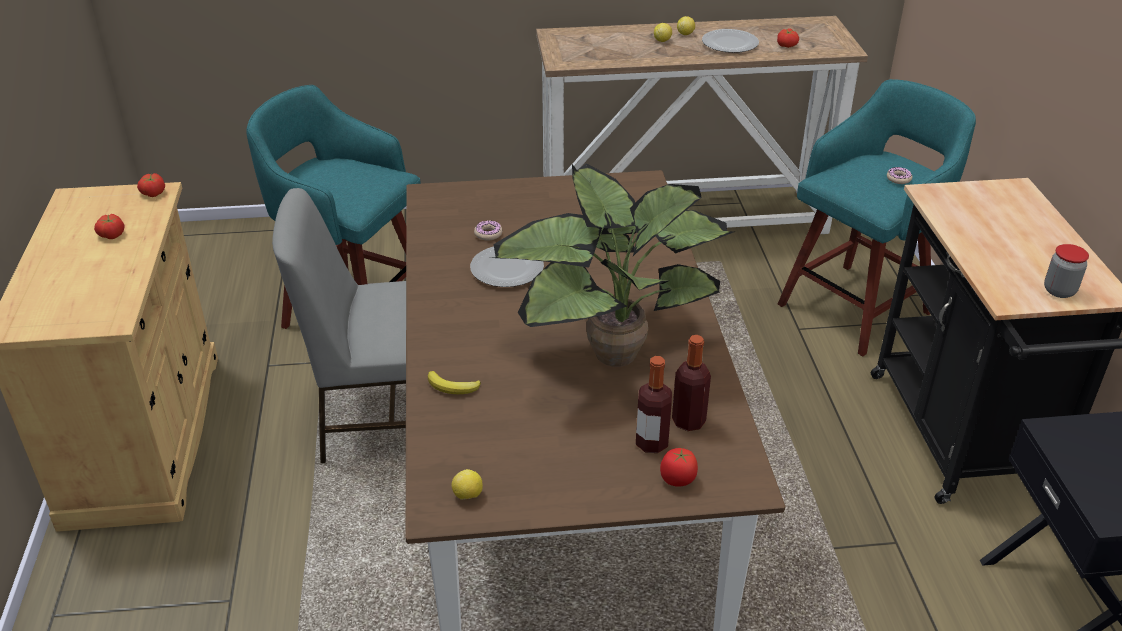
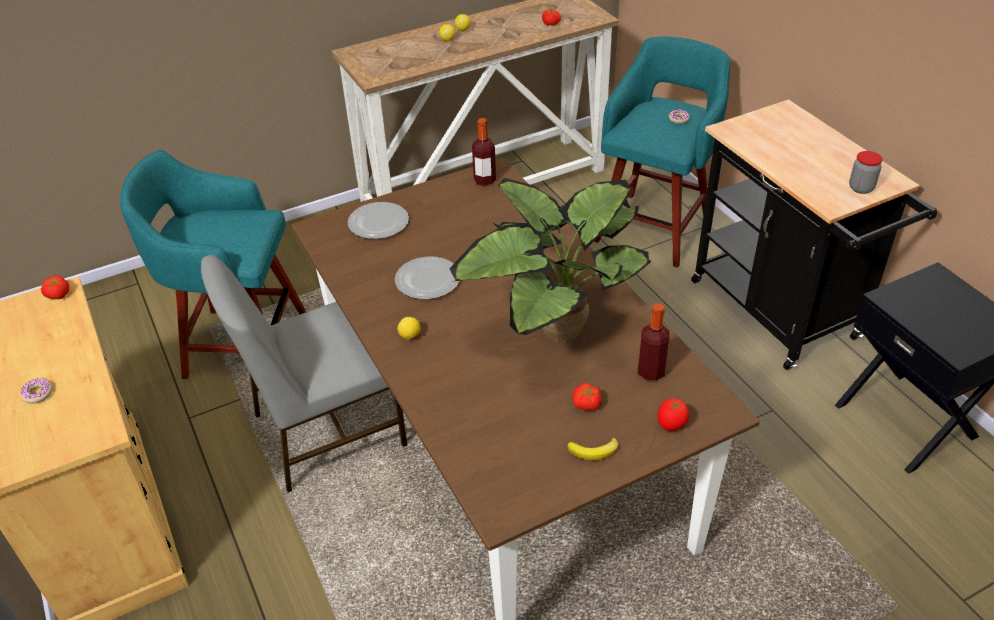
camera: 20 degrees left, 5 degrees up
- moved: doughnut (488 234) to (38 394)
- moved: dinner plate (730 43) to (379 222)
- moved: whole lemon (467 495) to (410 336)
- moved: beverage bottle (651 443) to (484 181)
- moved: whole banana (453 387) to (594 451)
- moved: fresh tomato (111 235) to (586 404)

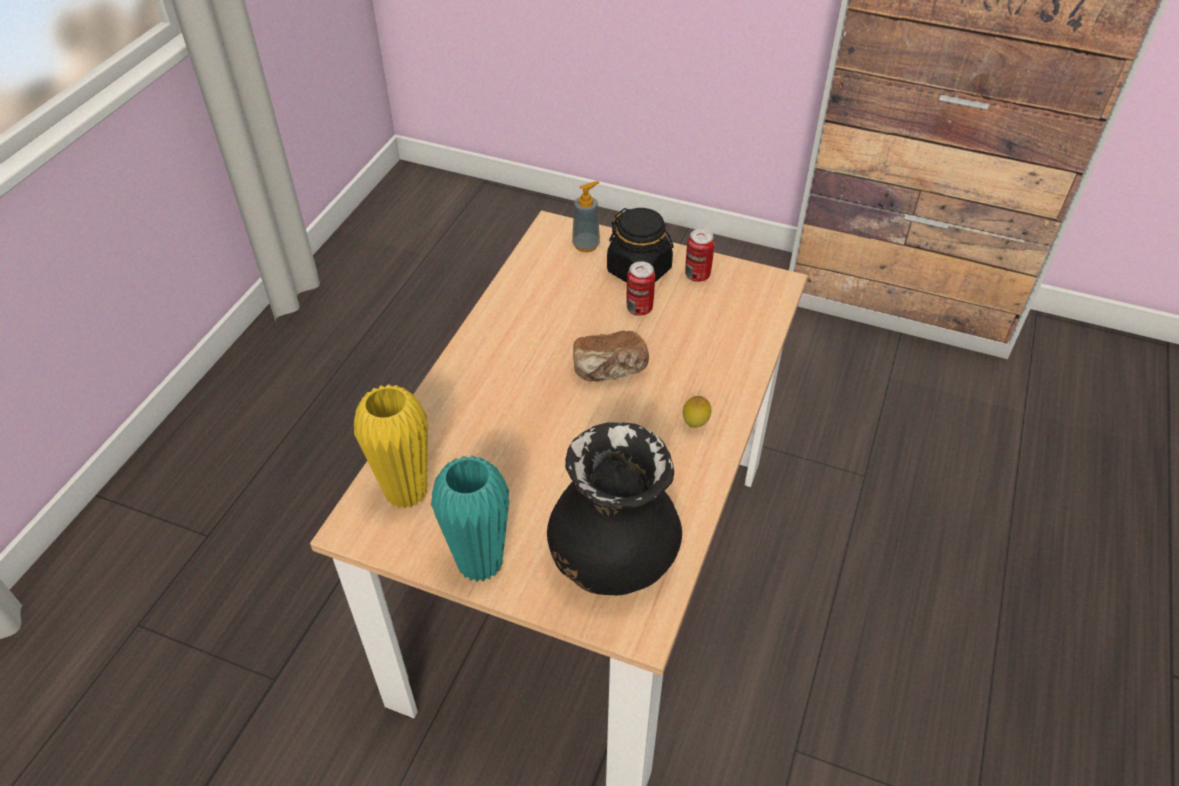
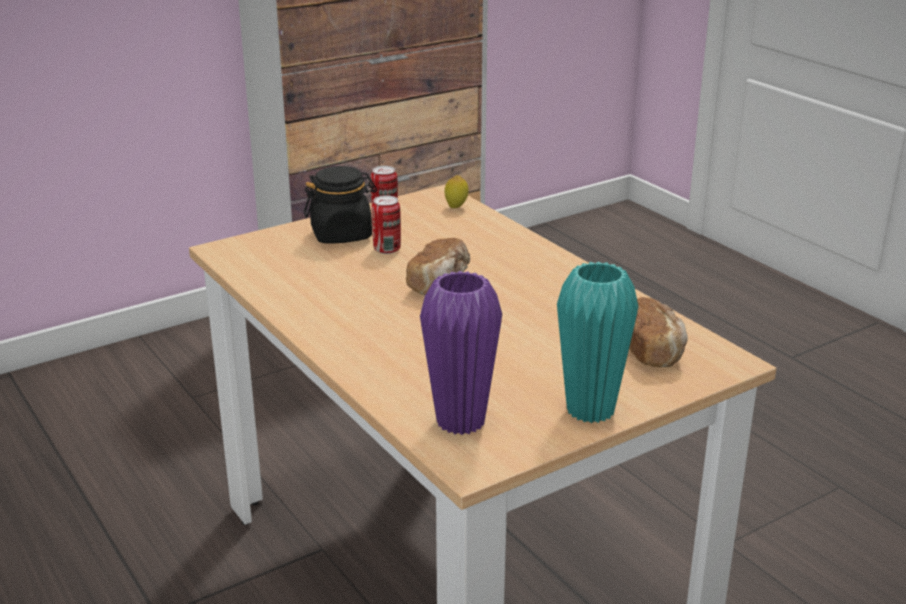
camera: 55 degrees left, 20 degrees down
- recoloured: vase/yellowish (406 492) to vase/purplish (460 421)
- moved: whole lemon (695 425) to (456 207)
- replaced: vase/blackish (613 560) to baked bread (651 351)
- removed: soap dispenser (586 245)

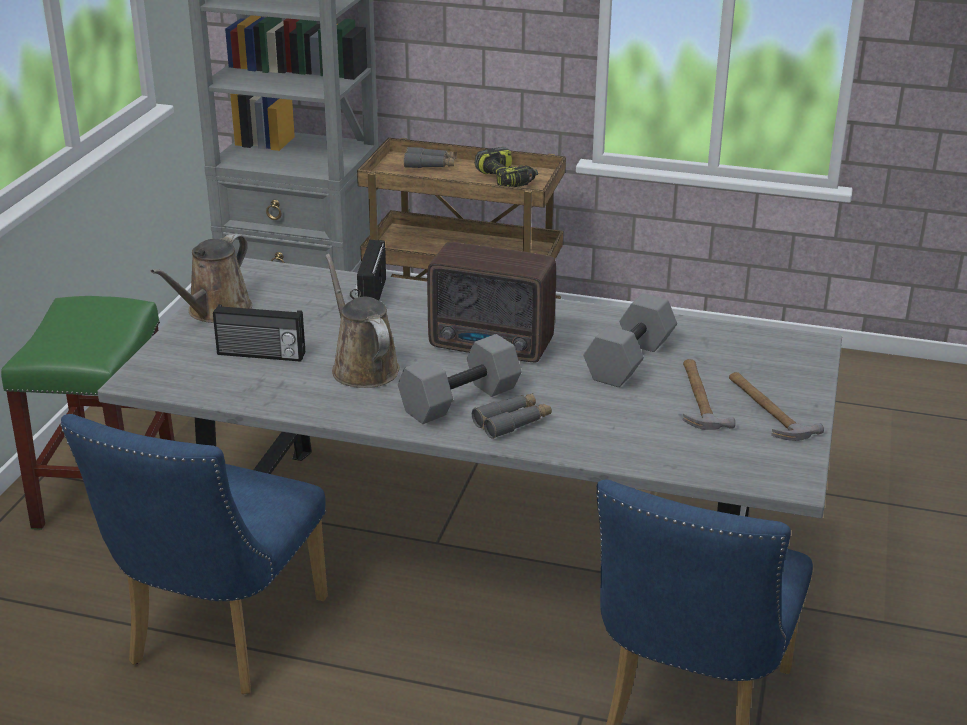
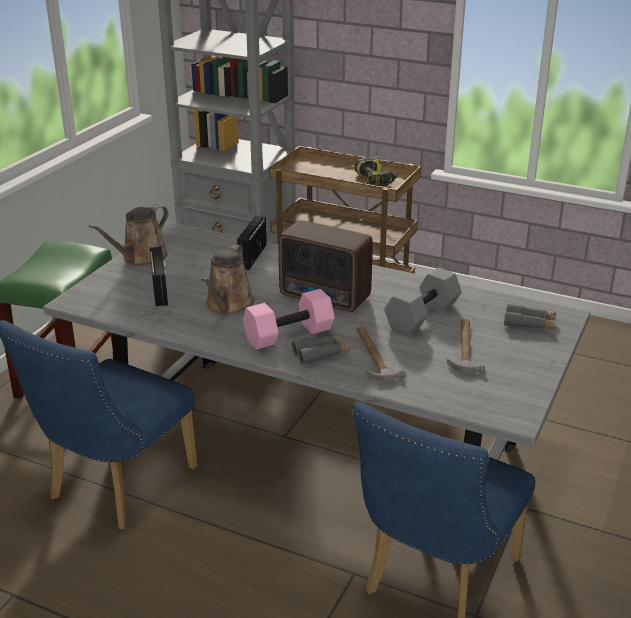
camera: 10 degrees right, 0 degrees up
- turned: radio receiver (261 355) = (161 290) 120 degrees counterclockwise
- turned: watering pot/brownish (362 367) = (228 305) 150 degrees counterclockwise
- recoloured: free weight/greyish (460 399) to free weight/pink (289 333)
- moved: hammer (766 409) to (373 356)
- moved: field glasses/greyish (430 165) to (529 323)

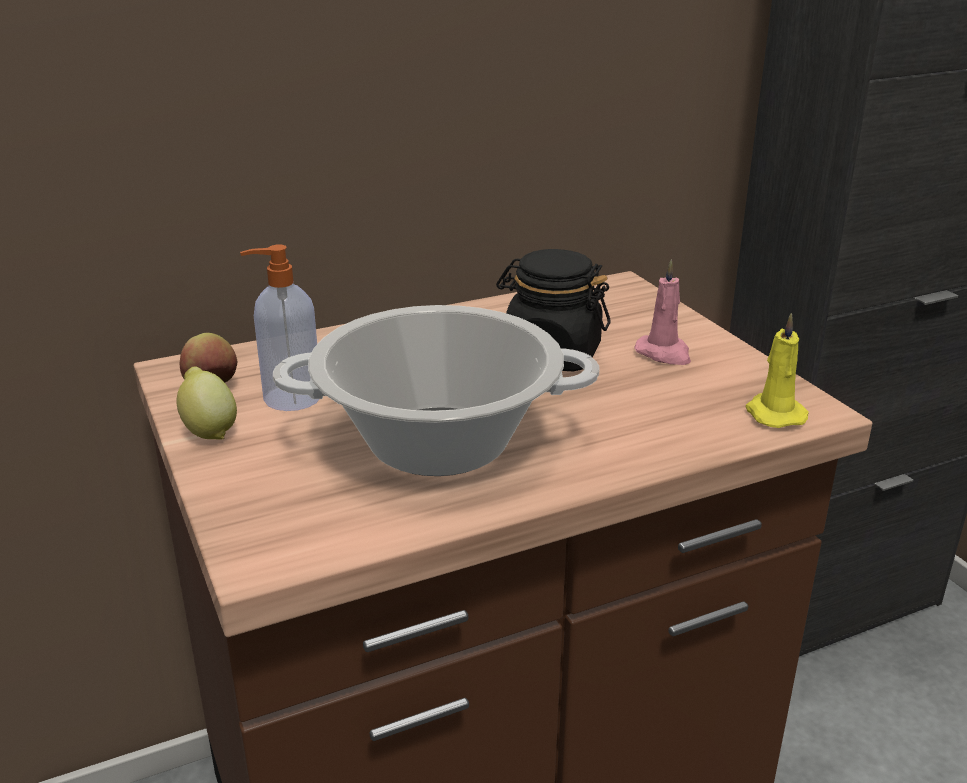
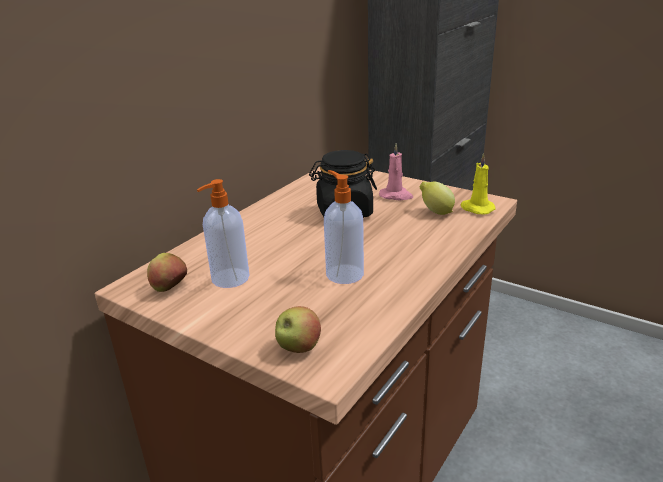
camera: 30 degrees left, 0 degrees up
- added: apple (298 348)
- replaced: cooking pot (439 443) to soap dispenser (344 273)
- moved: whole lemon (209 430) to (435 212)

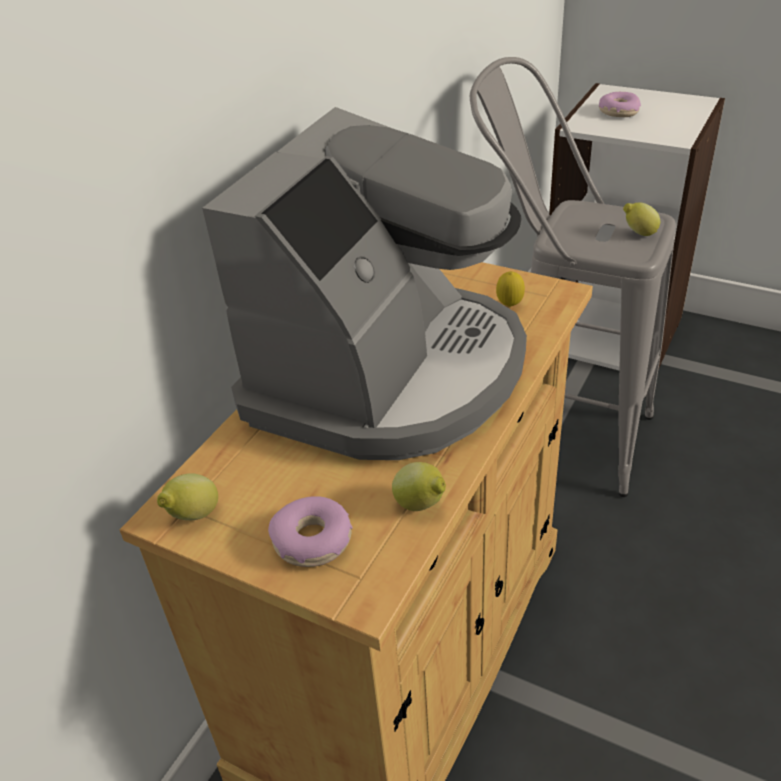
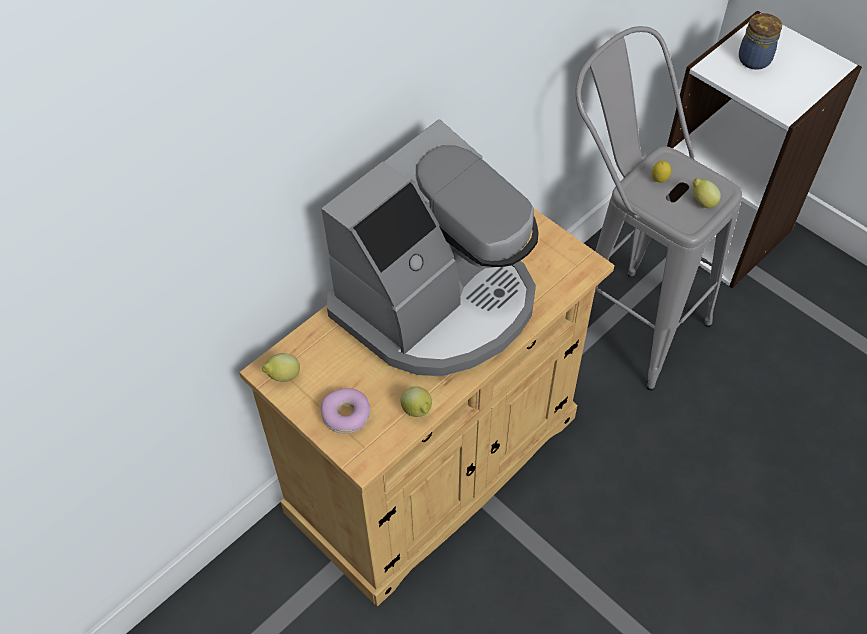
camera: 15 degrees right, 15 degrees up
- moved: whole lemon (509 306) to (659 181)
- replaced: doughnut (618 111) to jar (754 58)

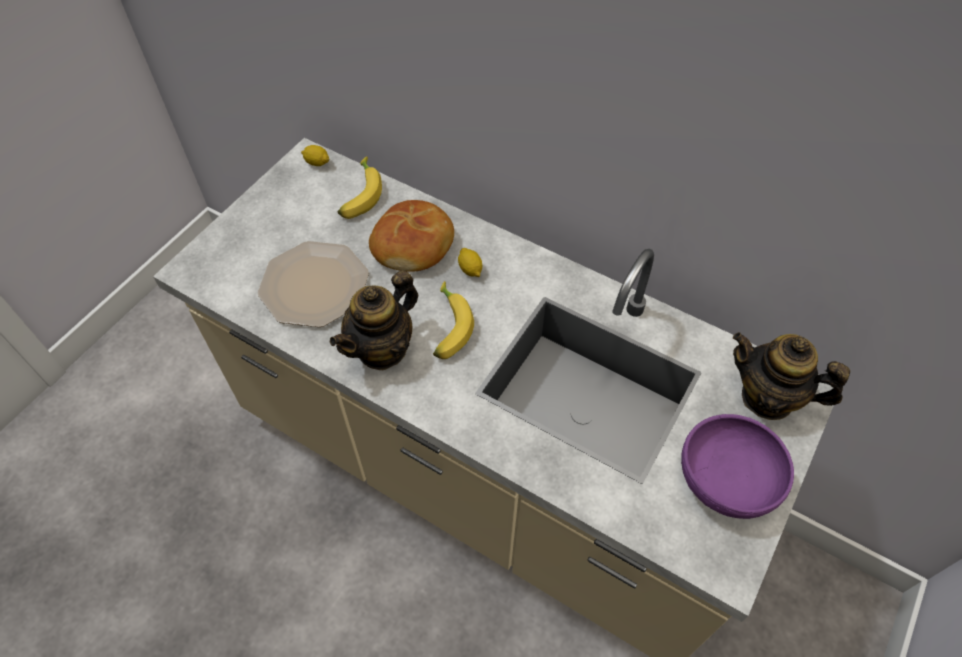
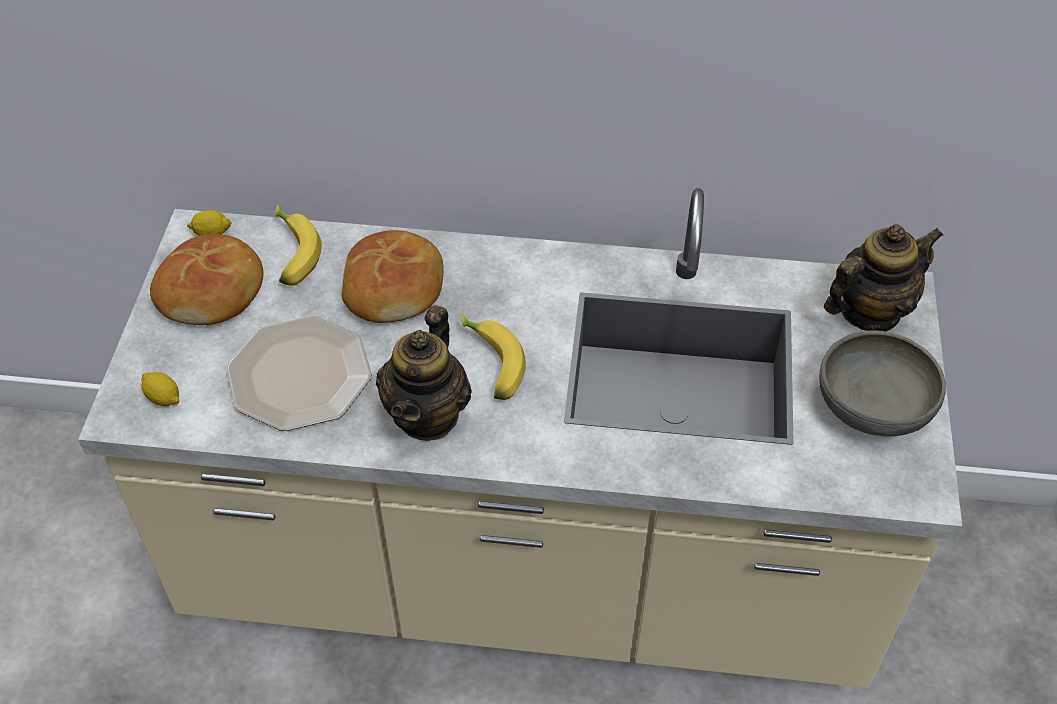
camera: 25 degrees left, 5 degrees down
- moved: whole lemon (470 269) to (163 398)
- added: baked bread (212 292)
- recoloured: serving bowl/purplish (726 479) to serving bowl/greyish (872 406)
- turned: tea pot (768 397) = (869 311) 150 degrees clockwise

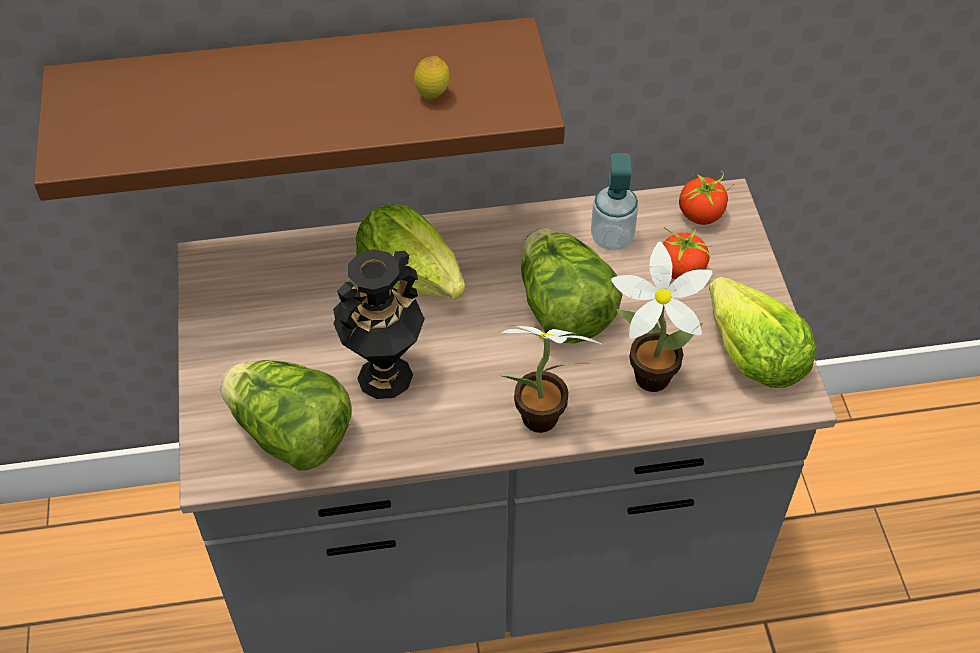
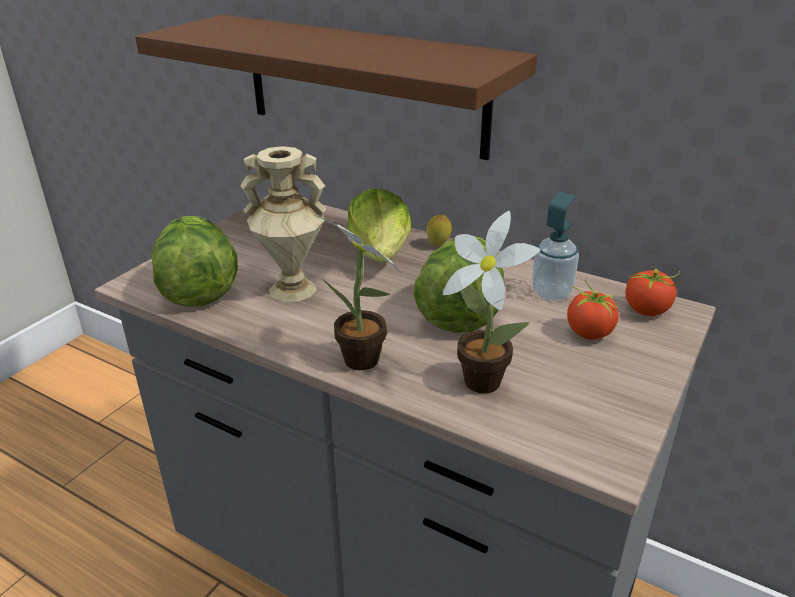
camera: 40 degrees right, 20 degrees down
- recoloured: vase/blackish (385 378) to vase/sand-coloured (292 290)
- moved: whole lemon (432 96) to (438 245)
- removed: lettuce head (752 355)

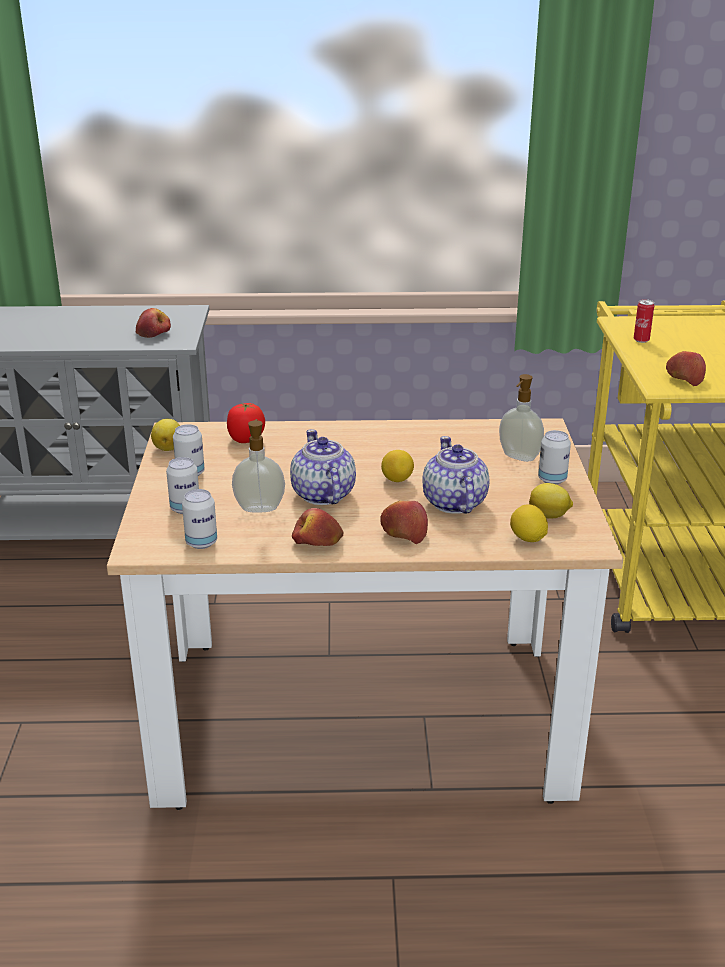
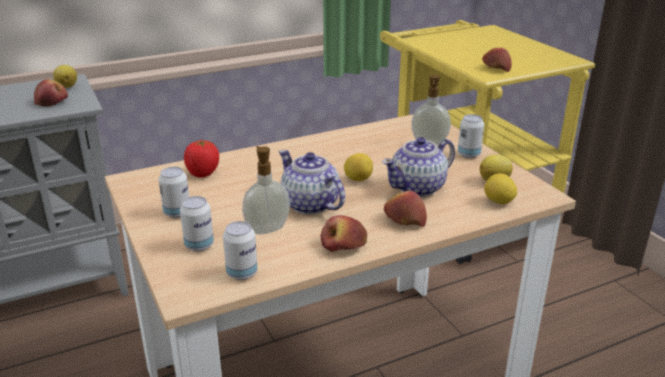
camera: 25 degrees left, 0 degrees up
- moved: whole lemon (168 448) to (67 86)
- turned: tea pot (454 503) = (418 187) 90 degrees counterclockwise
- removed: can (641 340)

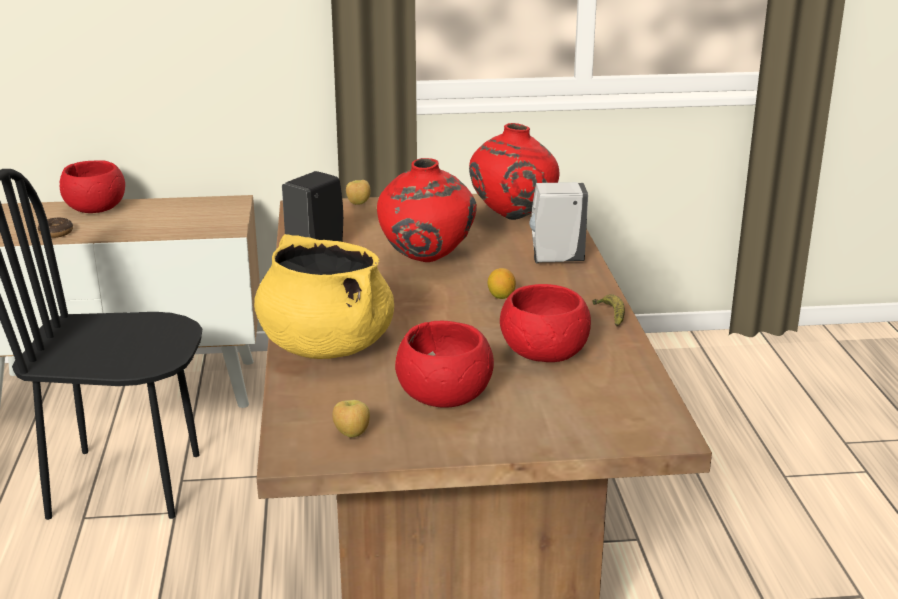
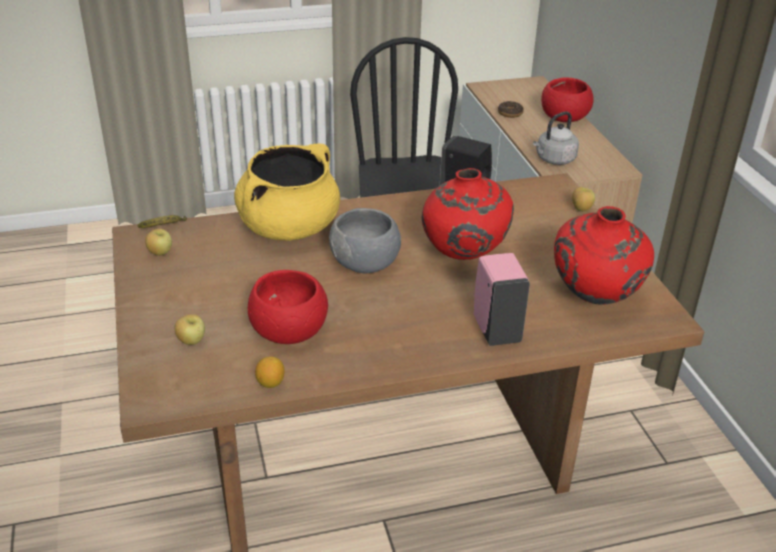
camera: 80 degrees right, 10 degrees up
- moved: whole banana (611 315) to (164 227)
- added: apple (192 341)
- moved: whole lemon (501 296) to (270 383)
- added: serving bowl/greyish (364 263)
- recoloured: soap dispenser/white-coloured (554 259) to soap dispenser/pink (496 330)
- added: kettle/greyish (554 160)
- removed: serving bowl/reddish (445 396)

